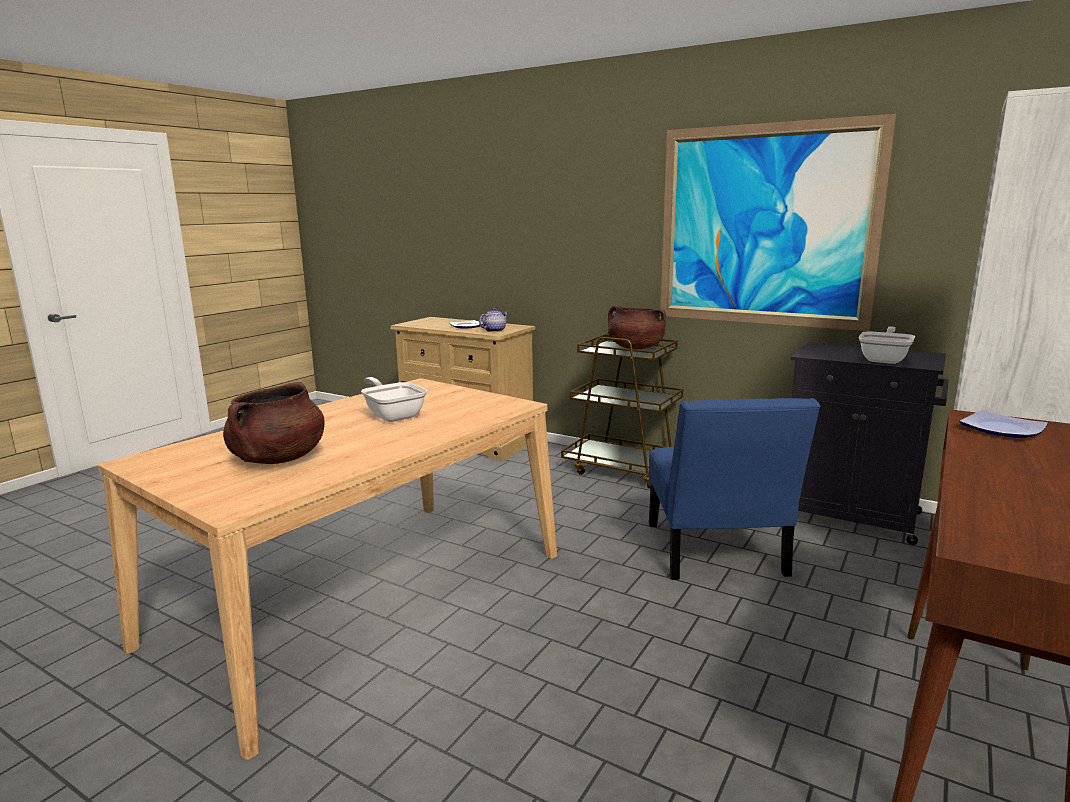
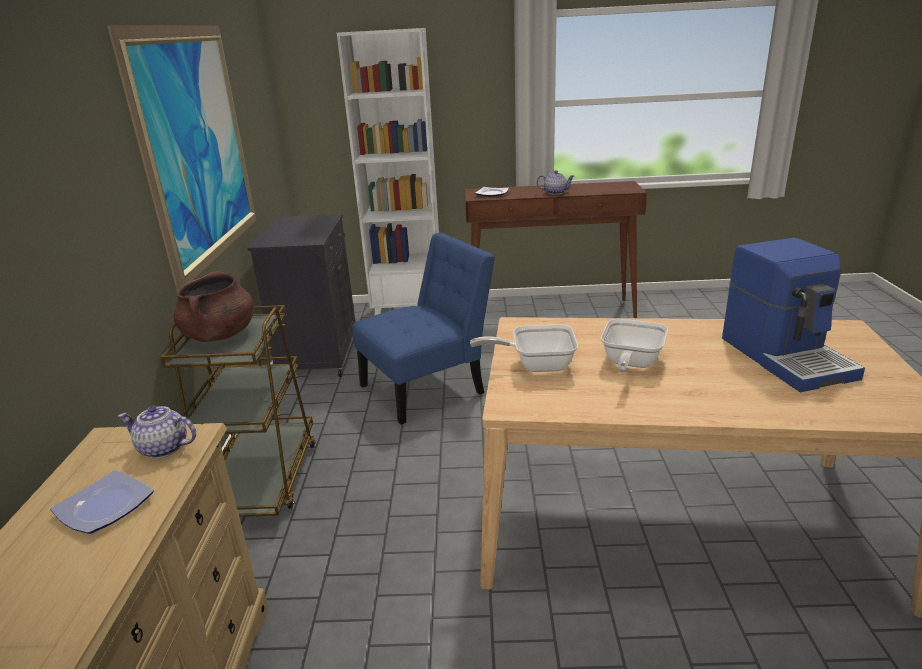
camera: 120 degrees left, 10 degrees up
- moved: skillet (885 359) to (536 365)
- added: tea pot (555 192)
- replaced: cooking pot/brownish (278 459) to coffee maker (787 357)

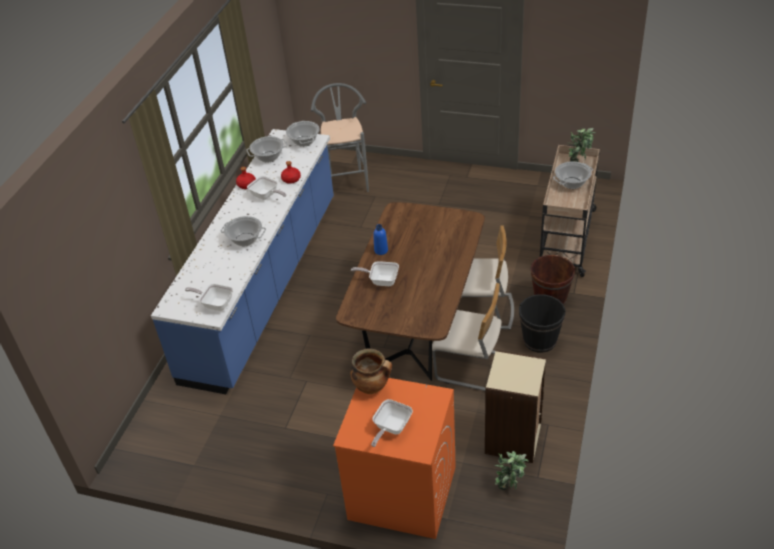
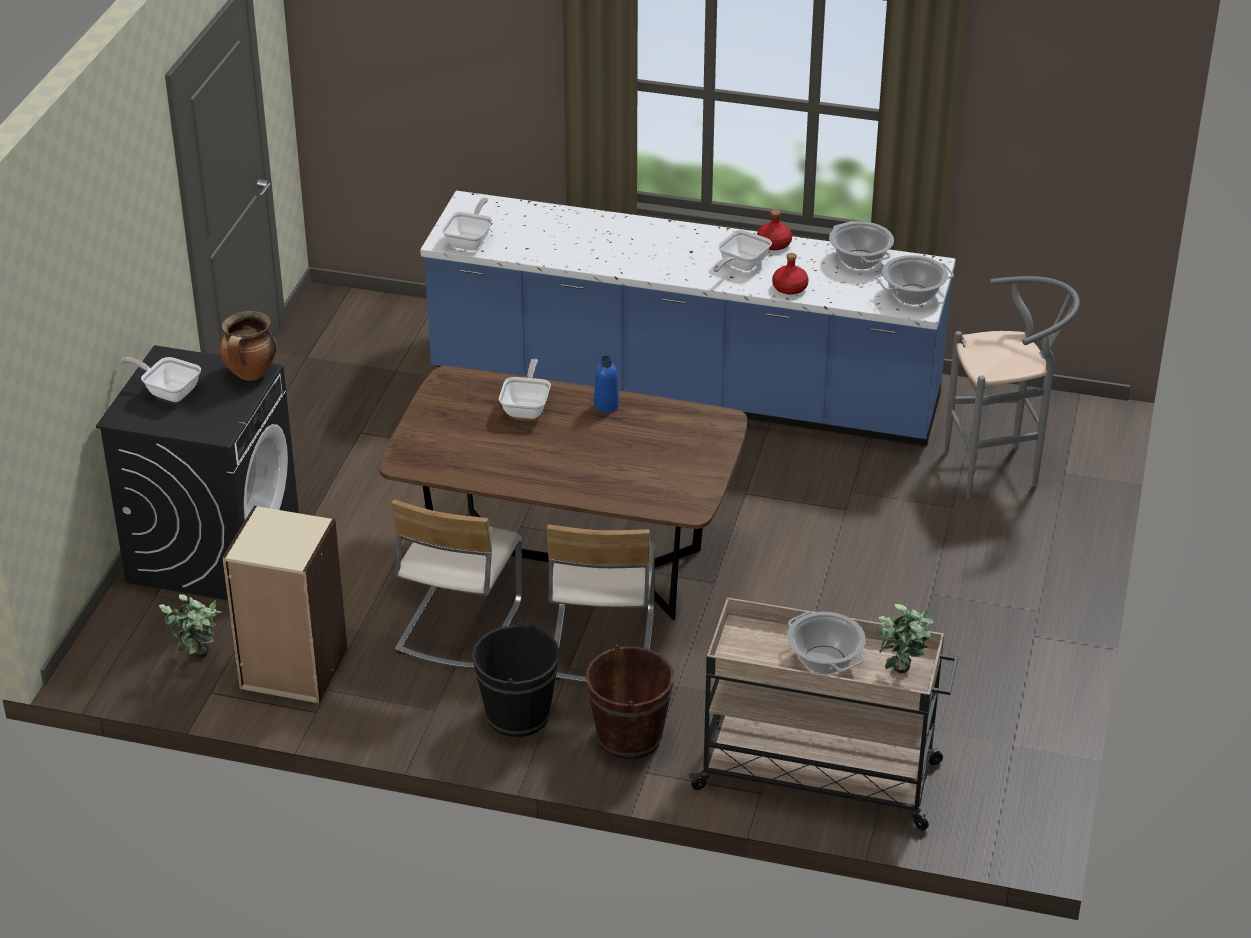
camera: 85 degrees right, 5 degrees down
- recoloured: washing machine/orangey (401 493) to washing machine/blackish (213 549)
- removed: cooking pot (245 239)

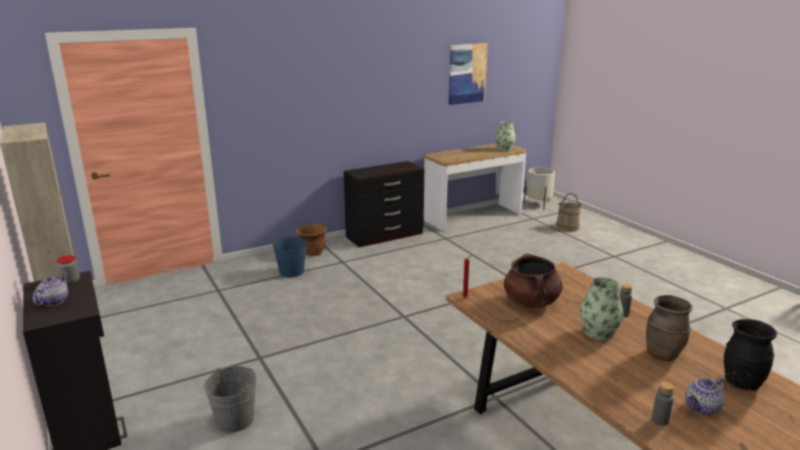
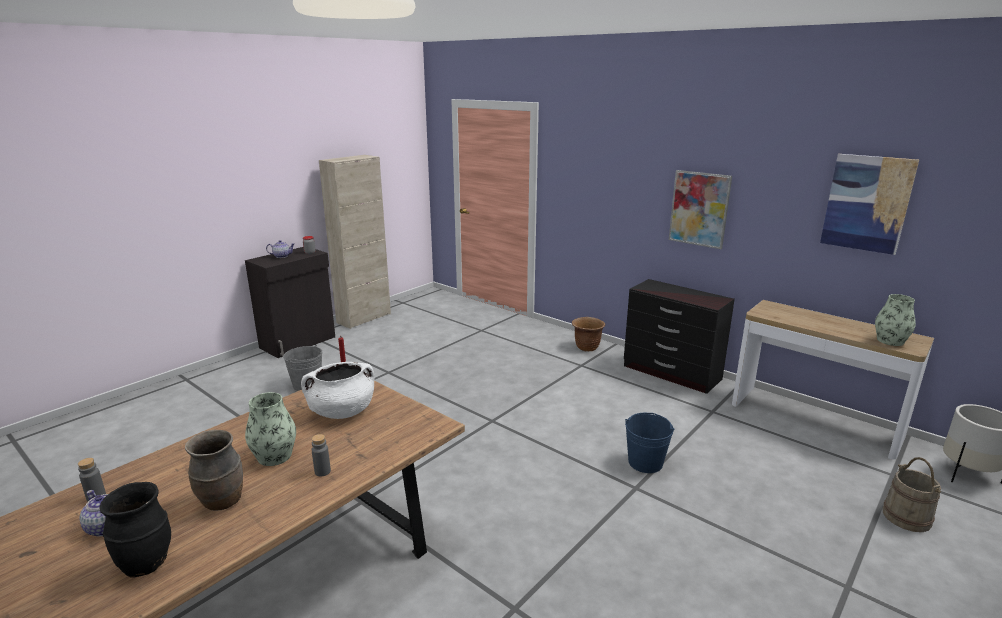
camera: 70 degrees right, 0 degrees up
- recoloured: cooking pot/brownish (531 302) to cooking pot/white-coloured (342 412)
- moved: bucket/blue (291 272) to (645 462)
- added: picture (699 209)

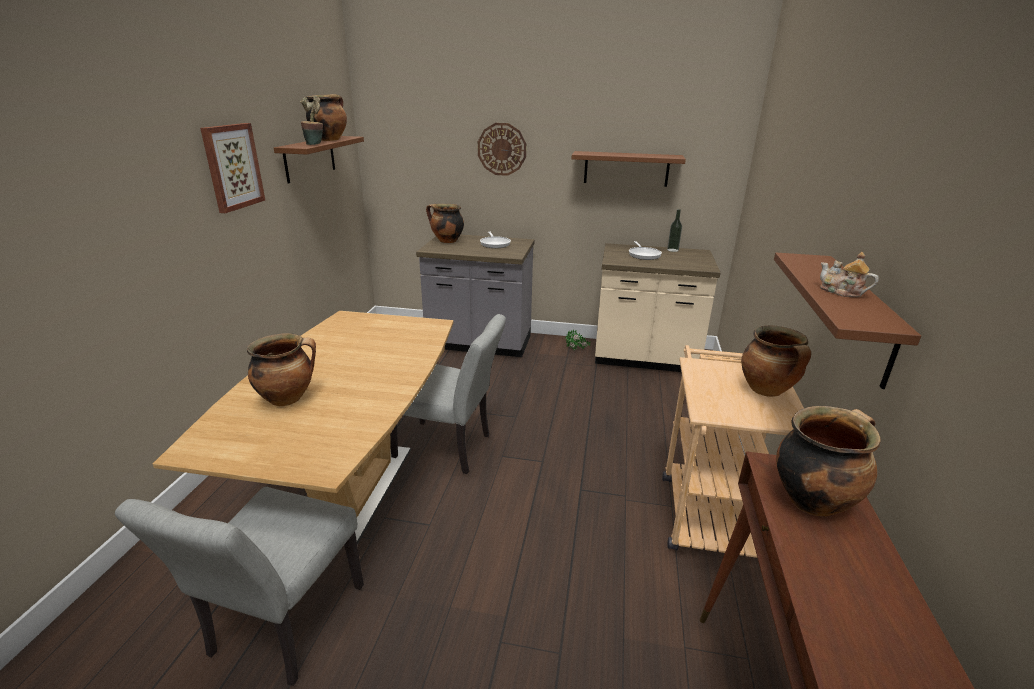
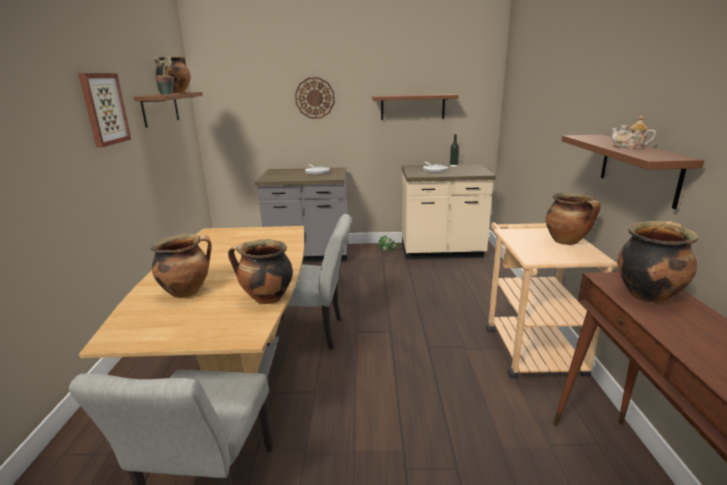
camera: 10 degrees left, 5 degrees down
- moved: cooking pot (446 241) to (266 298)

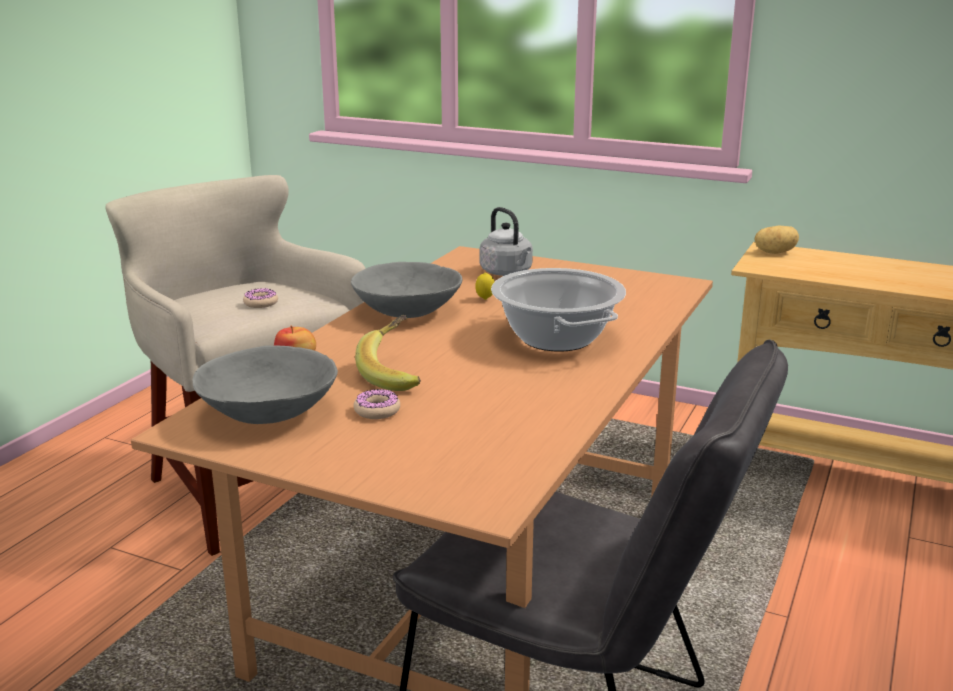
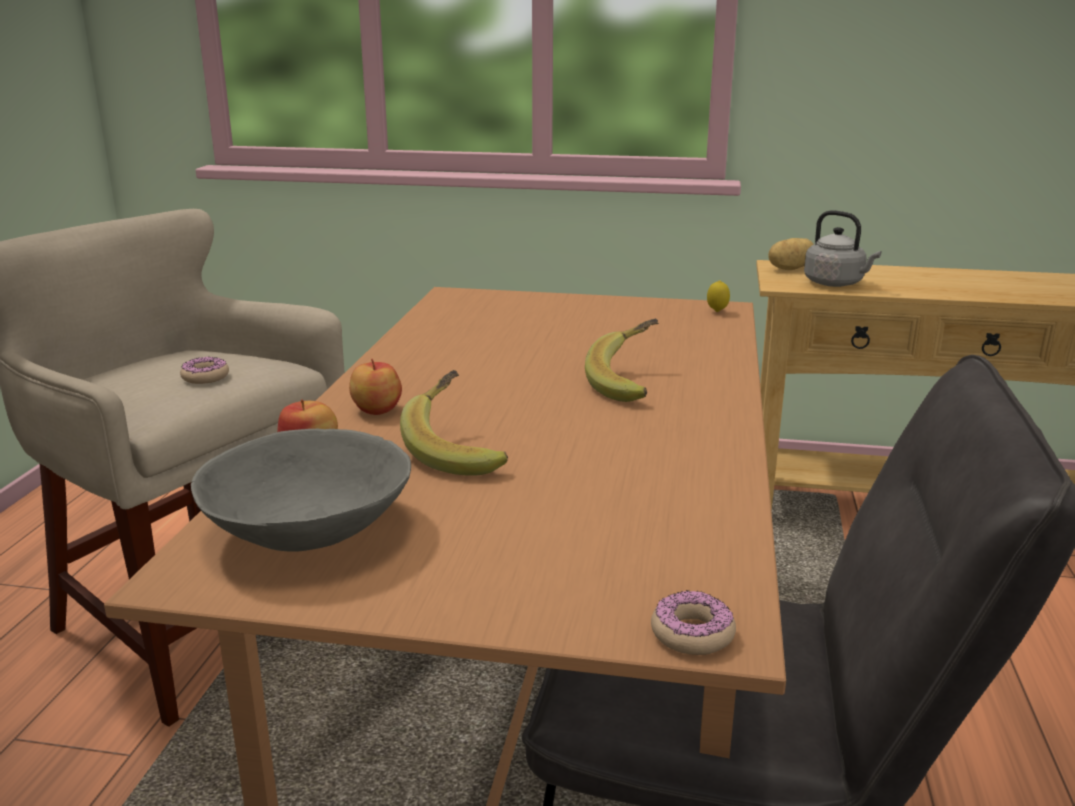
camera: 15 degrees left, 0 degrees up
- added: apple (375 410)
- replaced: cooking pot (557 338) to whole banana (632 384)
- moved: doughnut (377 411) to (692 634)
- moved: whole lemon (485 299) to (717 312)
- moved: kettle/greyish (507 273) to (836 283)
- removed: serving bowl/greyish (408 311)

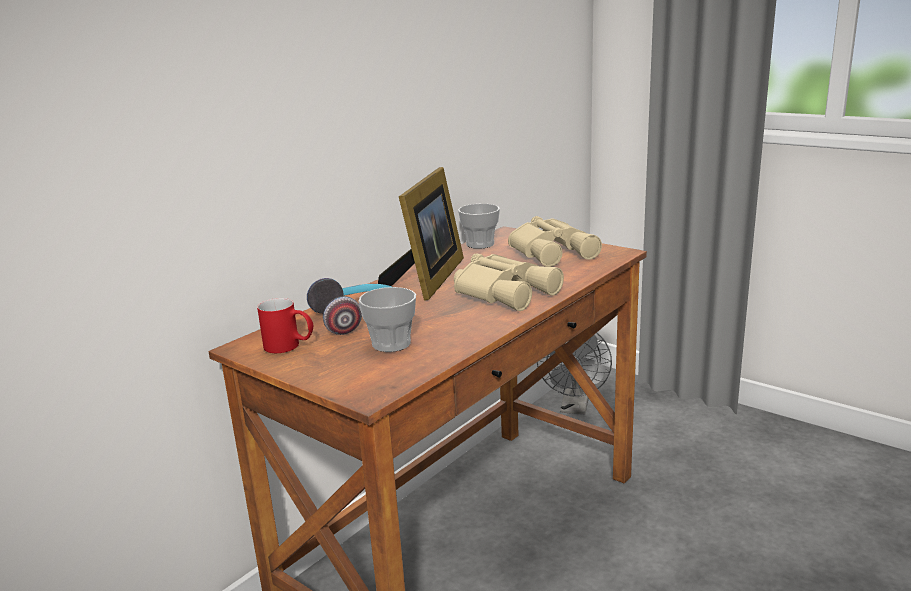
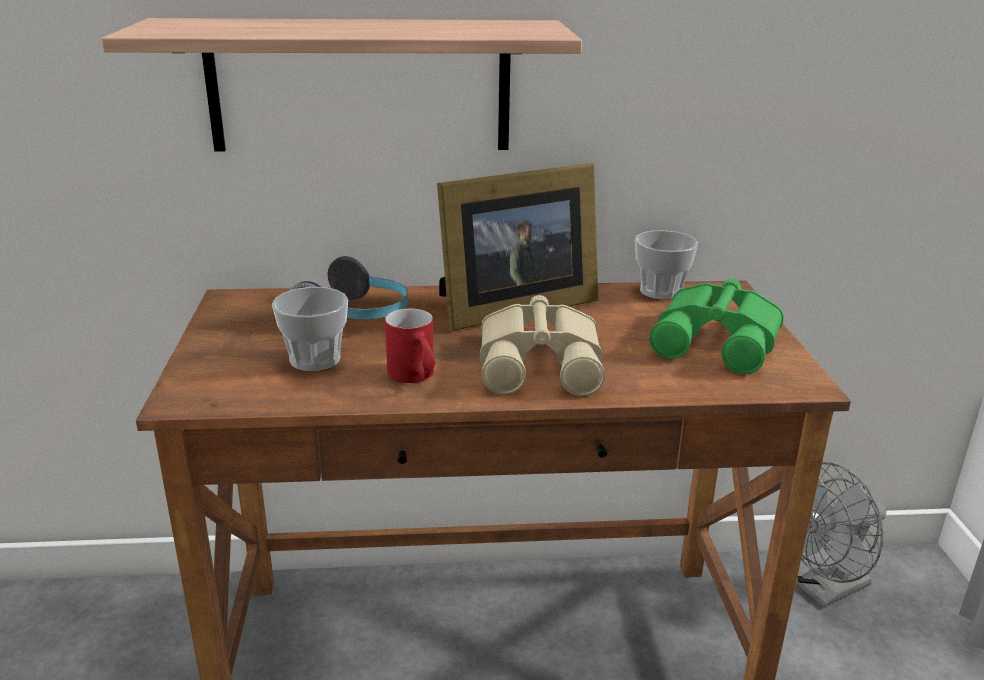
camera: 45 degrees right, 5 degrees up
- added: bracket shelf (360 86)
- moved: tea mug/reddish (290 346) to (415 378)
- recoloured: field glasses/sand-coloured (553 251) to field glasses/green-coloured (719 340)

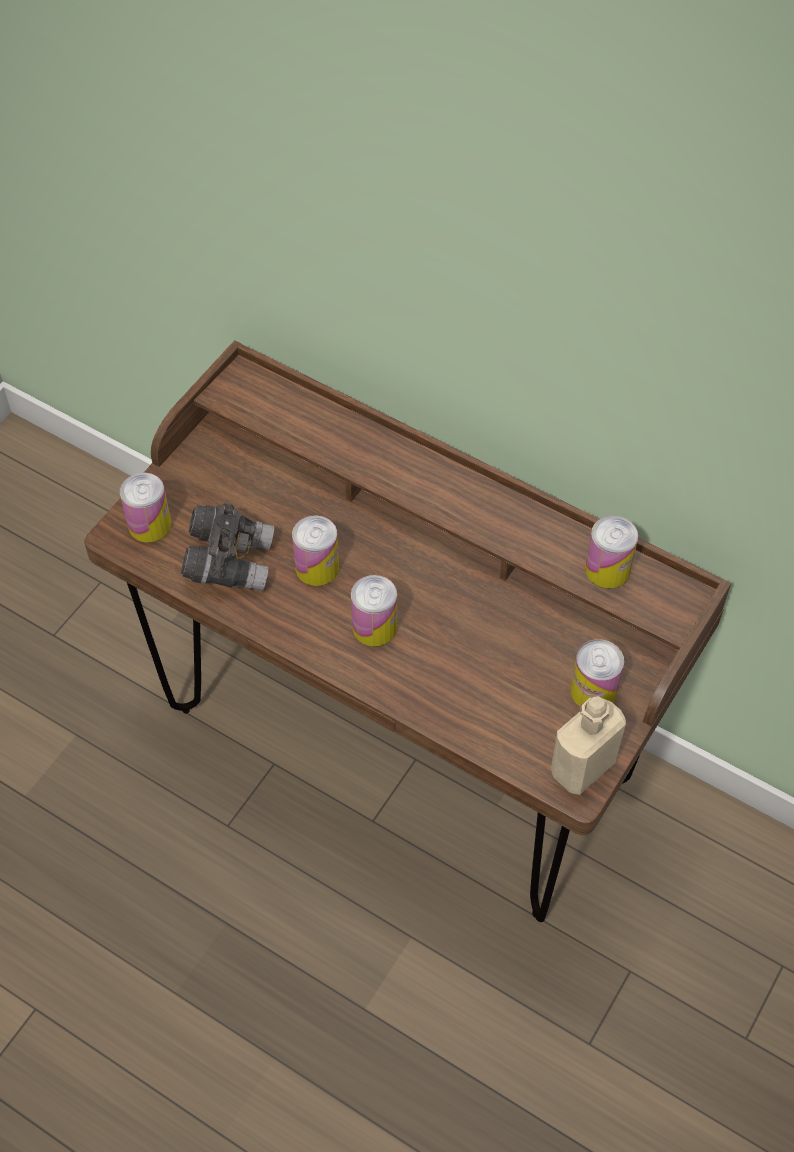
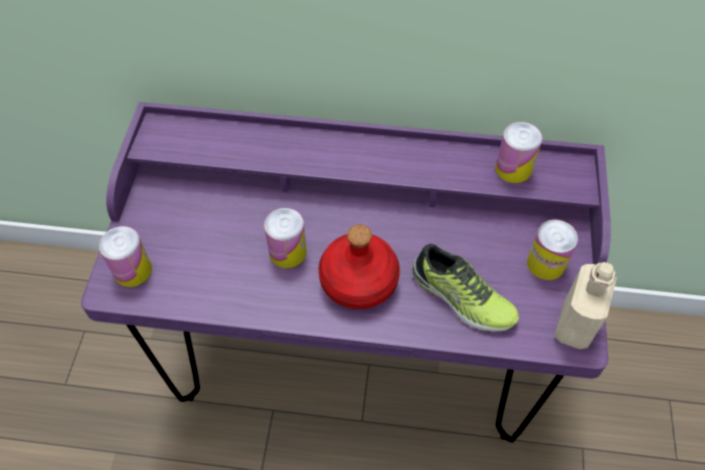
camera: 25 degrees left, 0 degrees up
- recoloured: desk table/brownish (398 745) to desk table/purplish (352 359)
- replaced: can (374 627) to beverage bottle/reddish (357 281)
- added: low shoe (461 298)
- removed: field glasses/greyish (229 561)

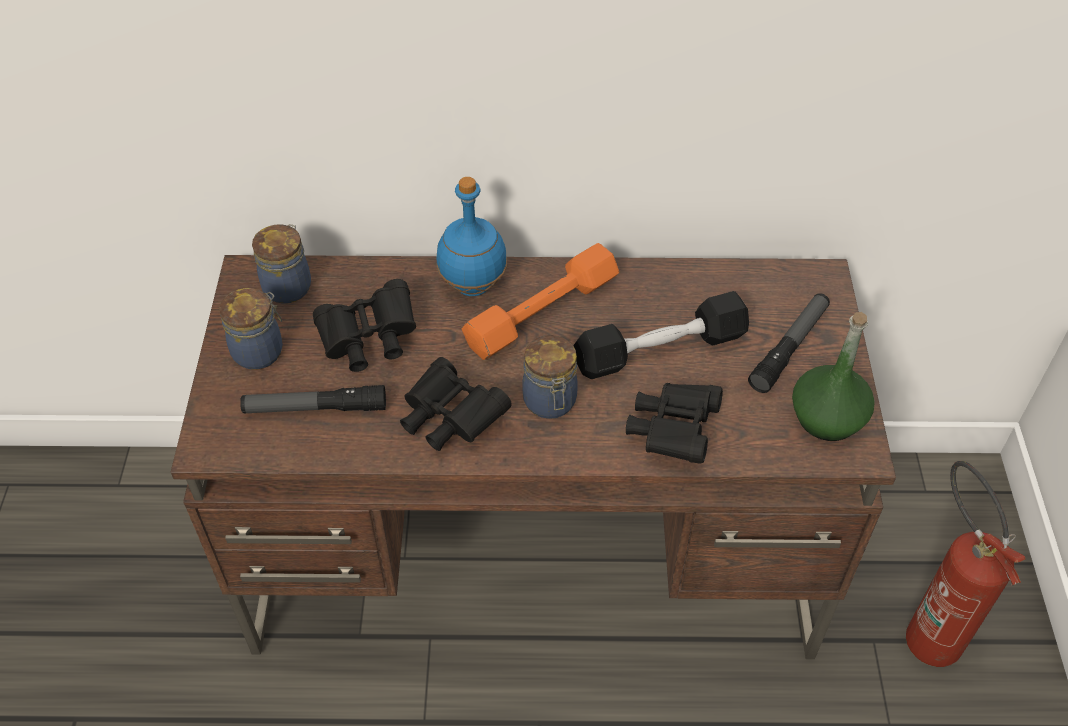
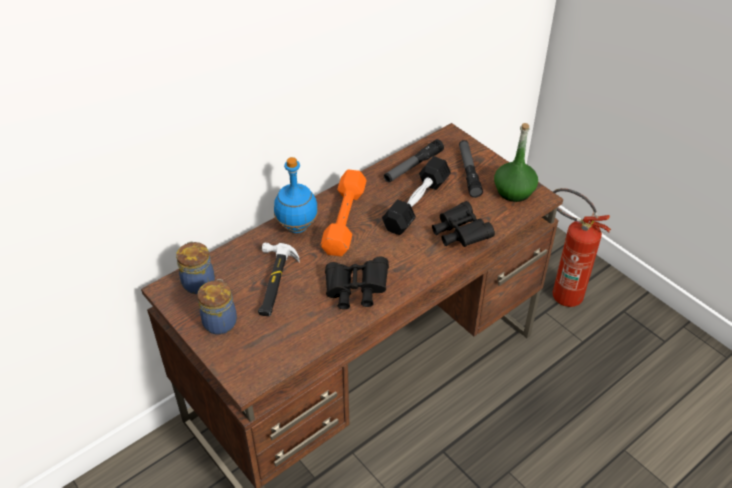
camera: 40 degrees left, 5 degrees down
- replaced: field glasses/blackish (368 340) to hammer (273 282)
- moved: torch (315 408) to (413 166)
- removed: jar (550 402)

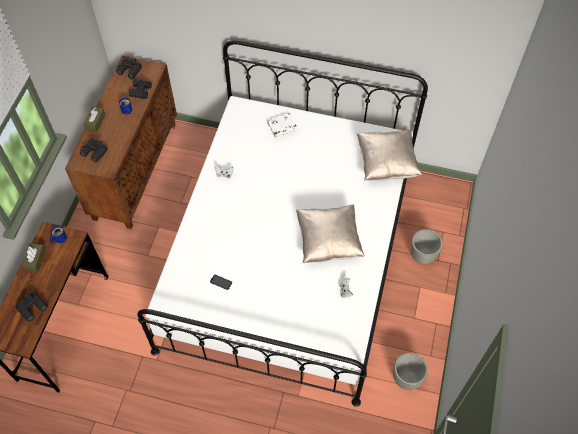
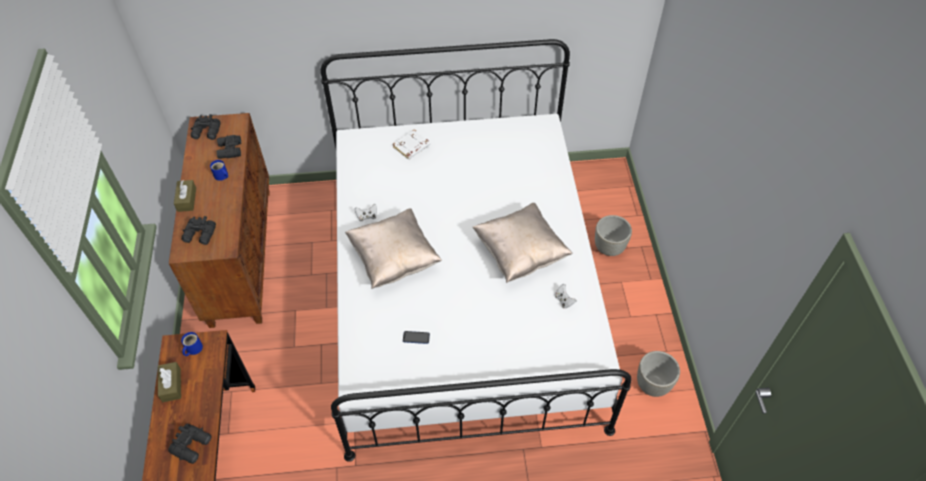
camera: 20 degrees left, 5 degrees down
- moved: cushion/sand-coloured (386 164) to (394 259)

